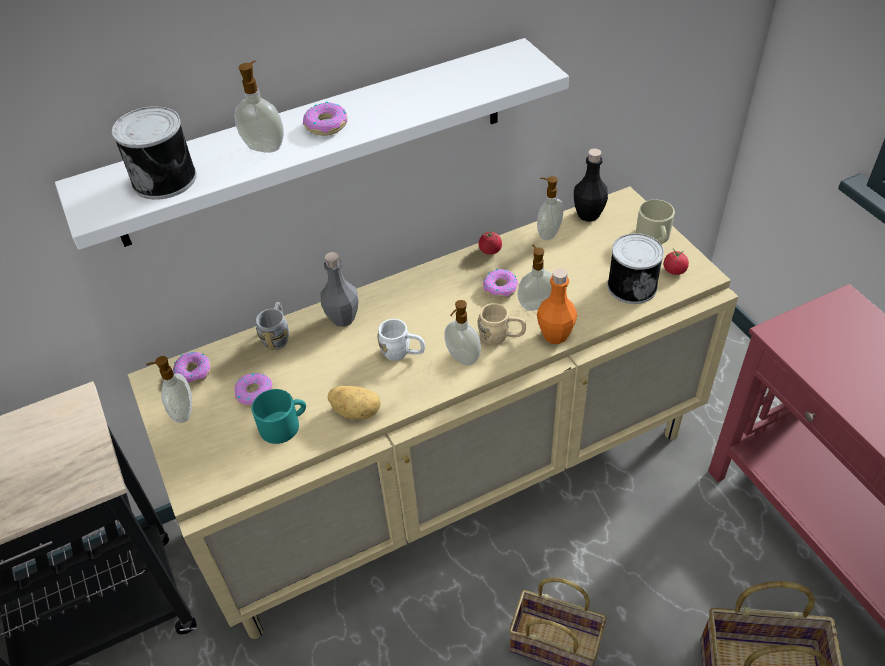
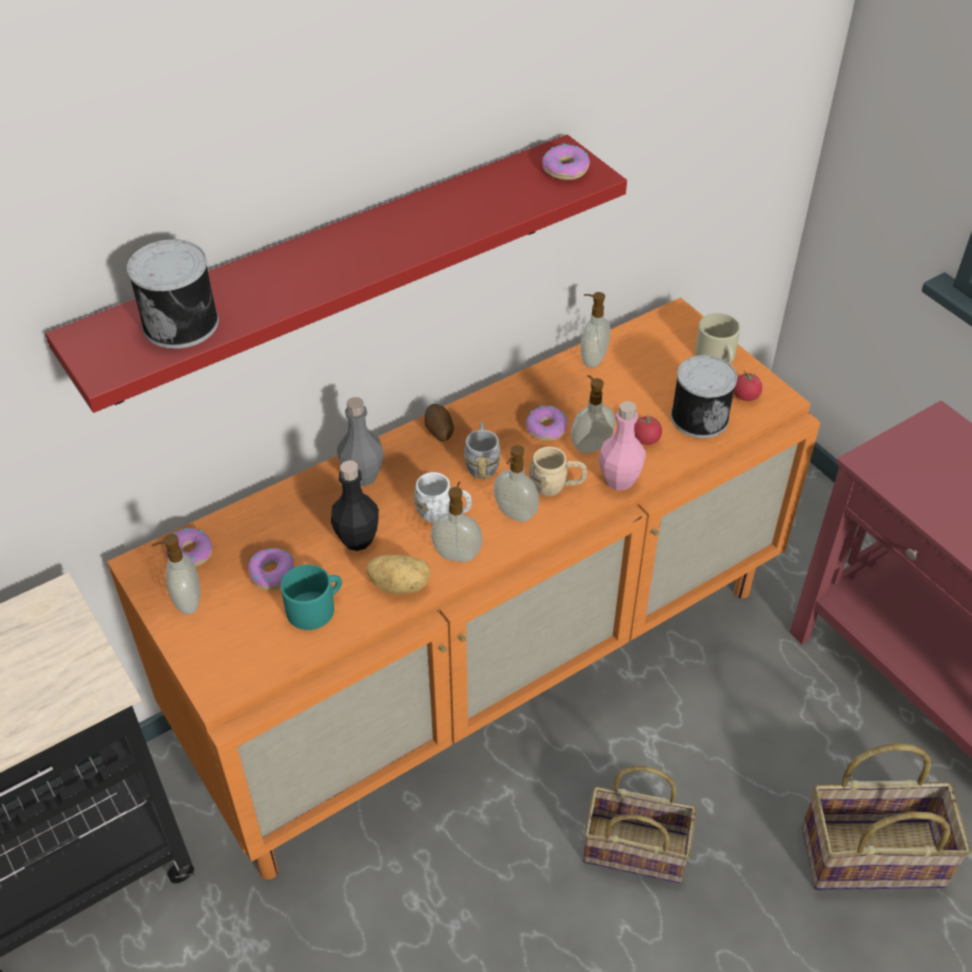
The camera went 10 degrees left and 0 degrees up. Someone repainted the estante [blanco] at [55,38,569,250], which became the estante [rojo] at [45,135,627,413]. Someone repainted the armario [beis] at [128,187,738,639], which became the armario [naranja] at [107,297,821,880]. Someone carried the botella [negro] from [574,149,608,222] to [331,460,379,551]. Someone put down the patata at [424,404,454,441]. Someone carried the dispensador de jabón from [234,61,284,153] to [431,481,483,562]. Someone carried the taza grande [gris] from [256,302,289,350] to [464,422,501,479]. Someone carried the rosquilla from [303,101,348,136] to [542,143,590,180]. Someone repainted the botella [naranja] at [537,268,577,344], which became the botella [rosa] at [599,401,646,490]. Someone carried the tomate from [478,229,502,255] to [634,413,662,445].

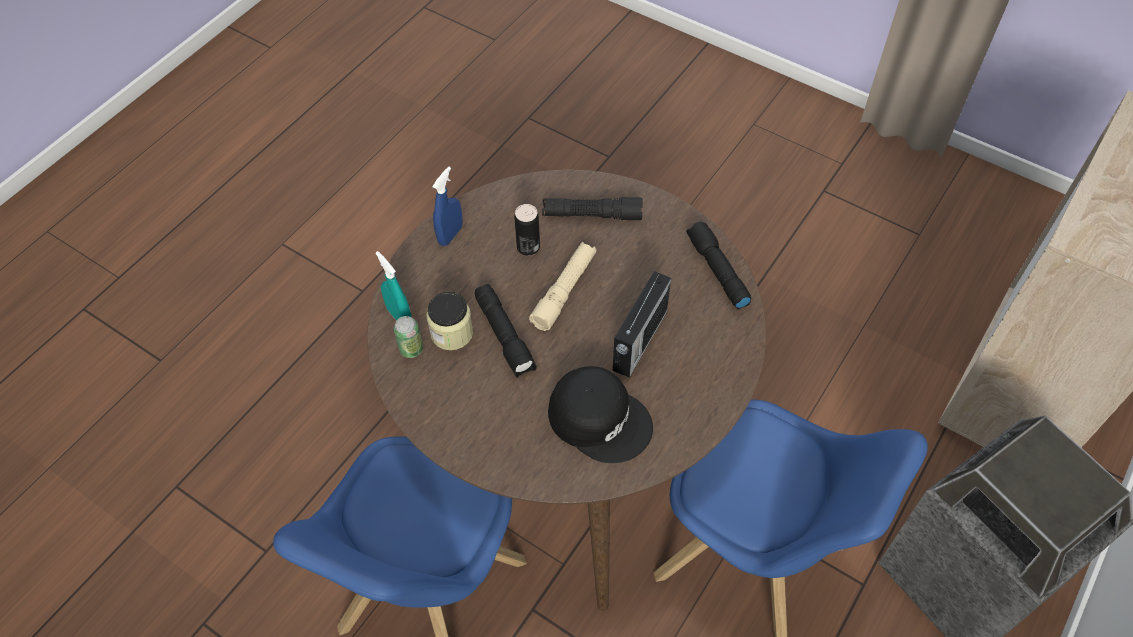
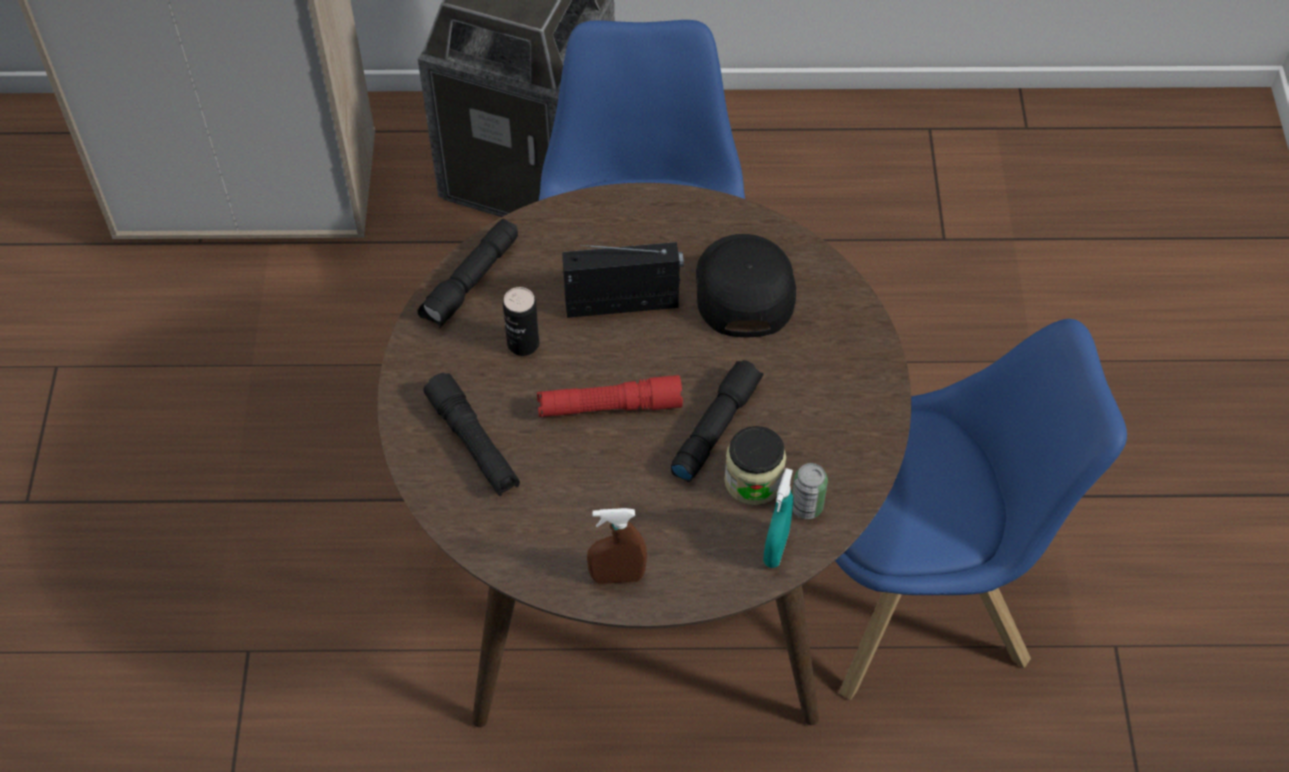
The camera went 125 degrees left and 0 degrees up. Someone carried the lata from [514,204,540,256] to [503,287,539,356]. Someone repainted the linterna [beis] at [529,242,596,331], which became the linterna [rojo] at [537,375,683,417]. Someone repainted the pulverizador [azul] at [432,166,463,246], which became the pulverizador [marrón] at [587,508,647,584].

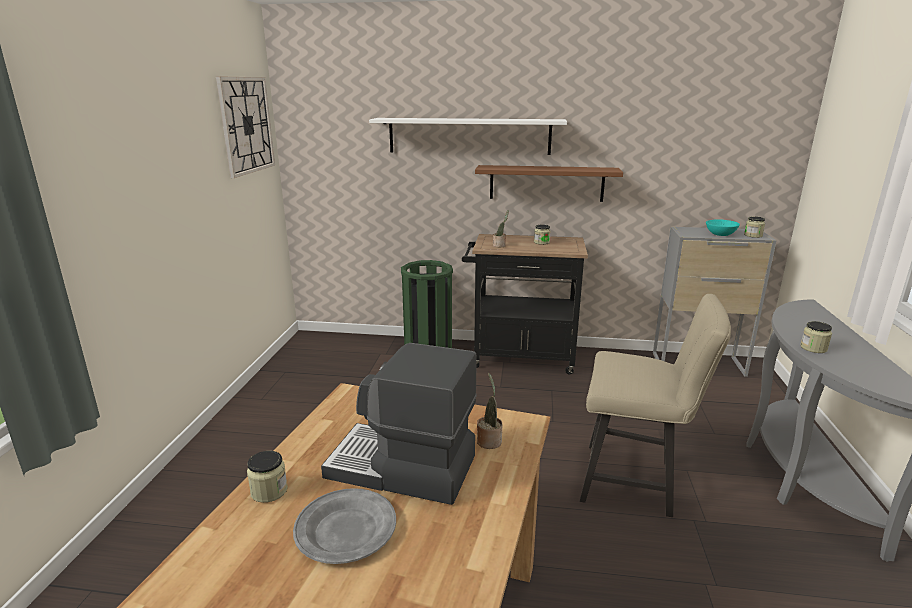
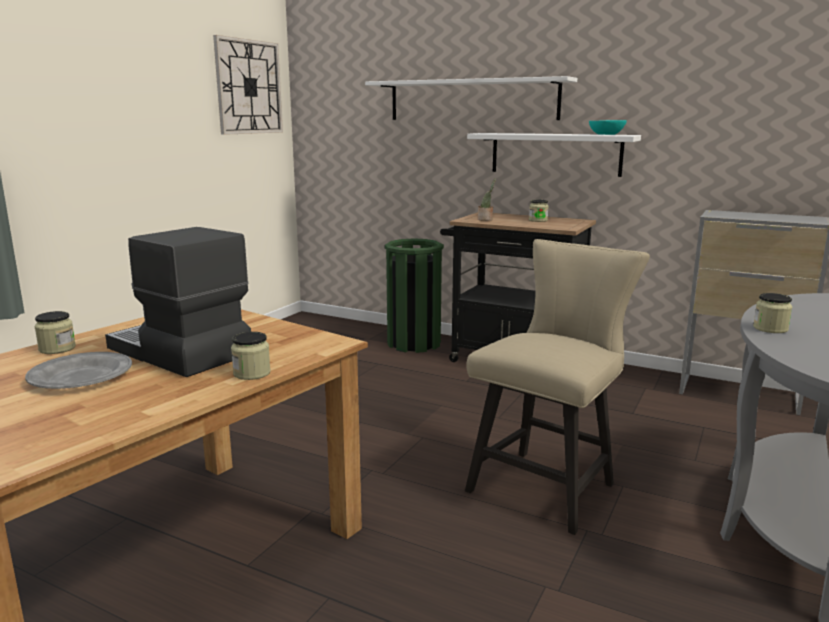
The camera went 20 degrees right and 5 degrees down. Someone carried the tarro from [744,216,765,238] to [231,332,271,380]. Someone rotated the silla [beis] at [580,294,731,517] by 90 degrees counterclockwise. Someone repainted the estante [marrón] at [475,165,623,202], which became the estante [blanco] at [467,133,641,177]. Someone carried the cuenco [turquesa] from [706,219,740,236] to [589,120,627,135]. Someone took away the planta en maceta at [477,373,502,449].

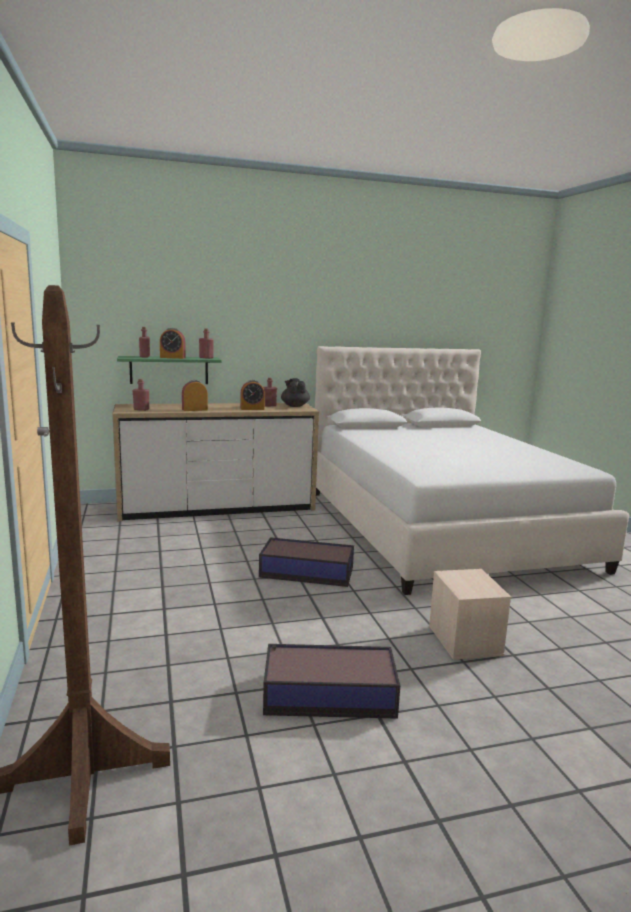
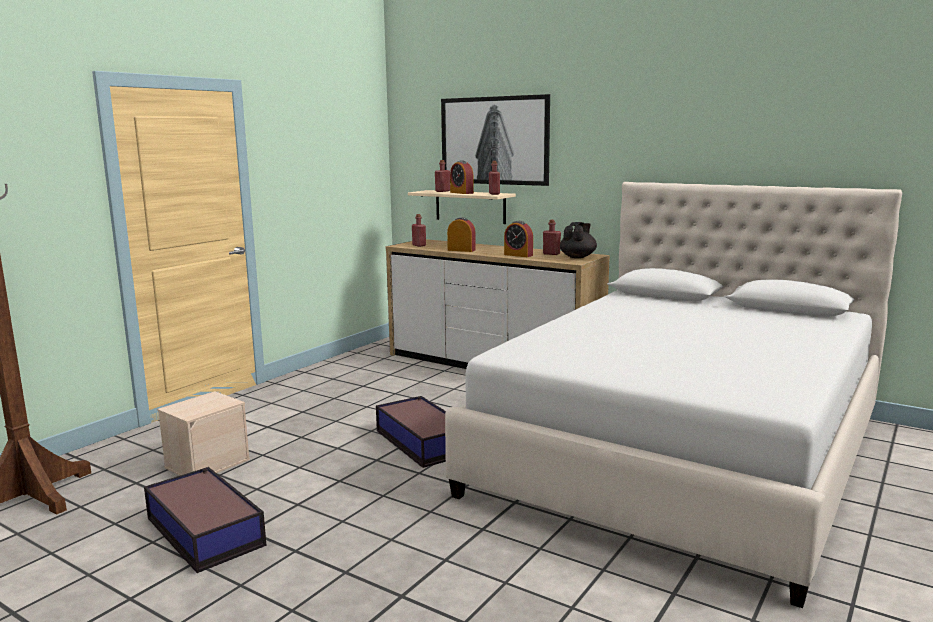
The camera went 50 degrees right and 0 degrees up. Someone carried the caja de almacenaje [beis] from [429,569,511,660] to [157,391,250,476]. Someone repainted the estante [verde] at [117,356,222,384], which became the estante [beis] at [408,190,516,224]. Someone put up the cuadro at [441,94,550,186].

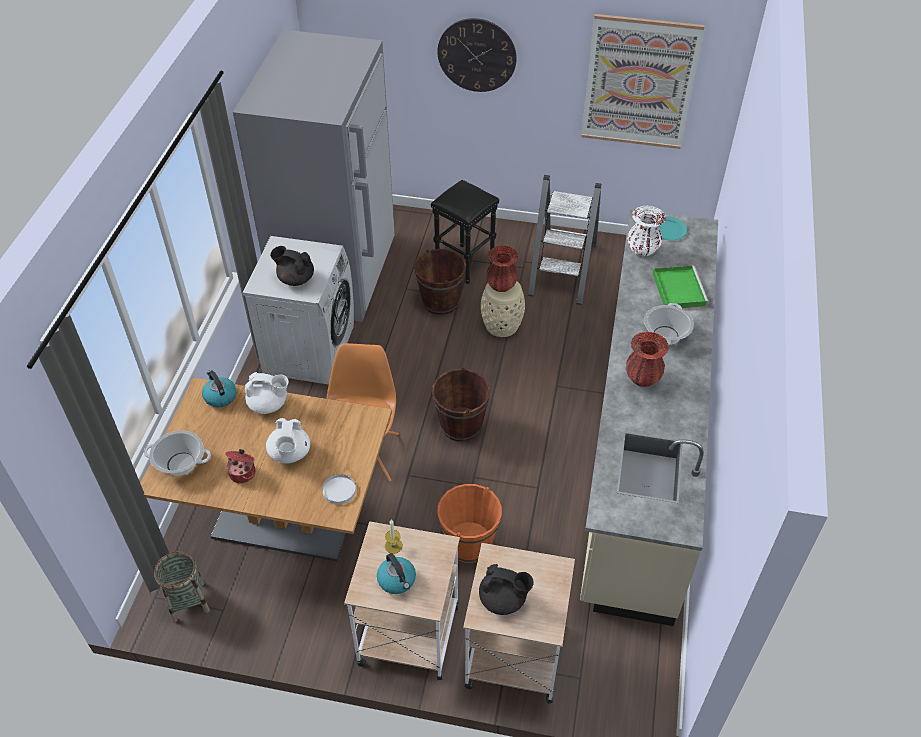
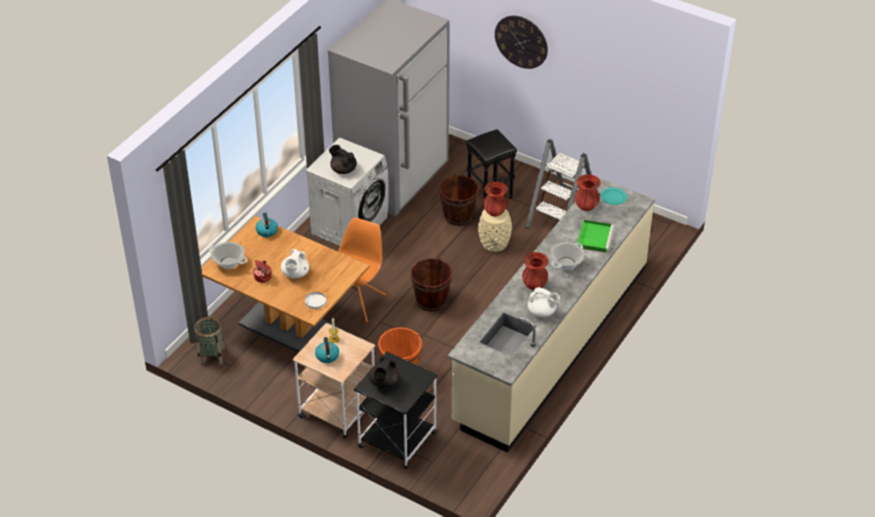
The camera went 20 degrees right and 5 degrees down. Someone repainted the carrito [beis] at [463,543,575,704], which became the carrito [negro] at [354,352,438,469]. Someone rotated the tetera [negro] at [479,564,534,615] by 75 degrees clockwise. Someone carried the tetera [blanco] from [245,372,289,414] to [528,287,560,317]. Someone repainted the florero [blanco] at [628,206,666,256], which became the florero [rojo] at [575,174,601,211]. Someone took away the cuadro at [581,14,705,149].

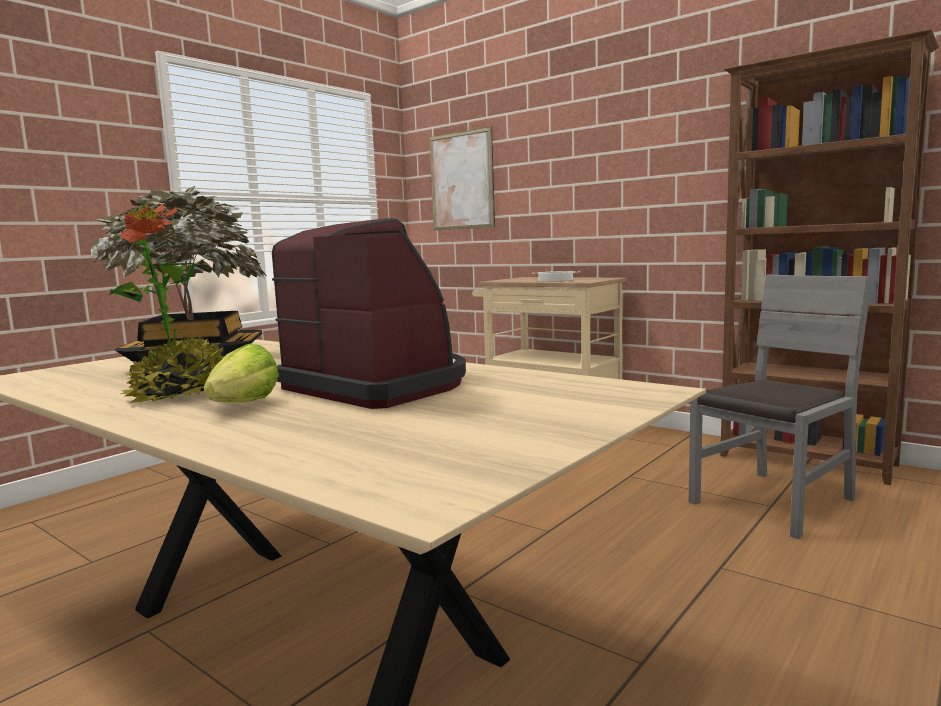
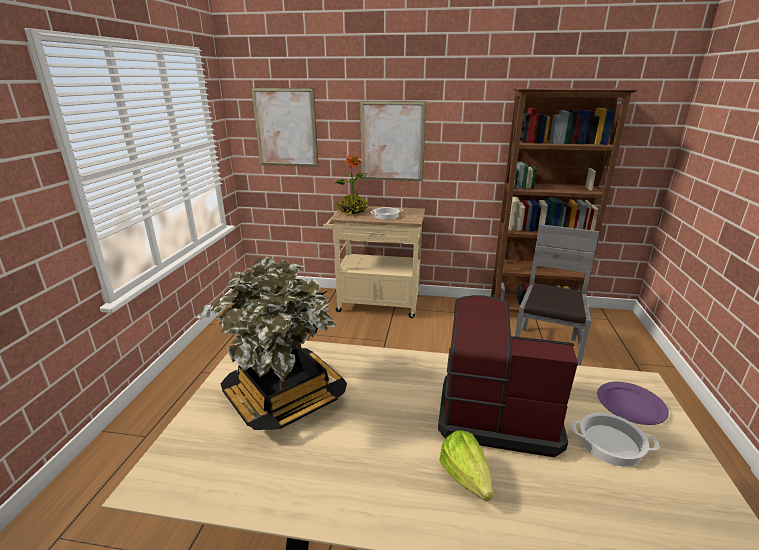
The camera went 30 degrees left and 15 degrees up. Someone carried the planta en maceta from [109,204,224,403] to [335,154,369,216]. Someone put up the cuadro at [360,101,426,181]. Someone put down the olla at [571,413,659,467]. Someone put down the plato [morado] at [597,382,669,425].

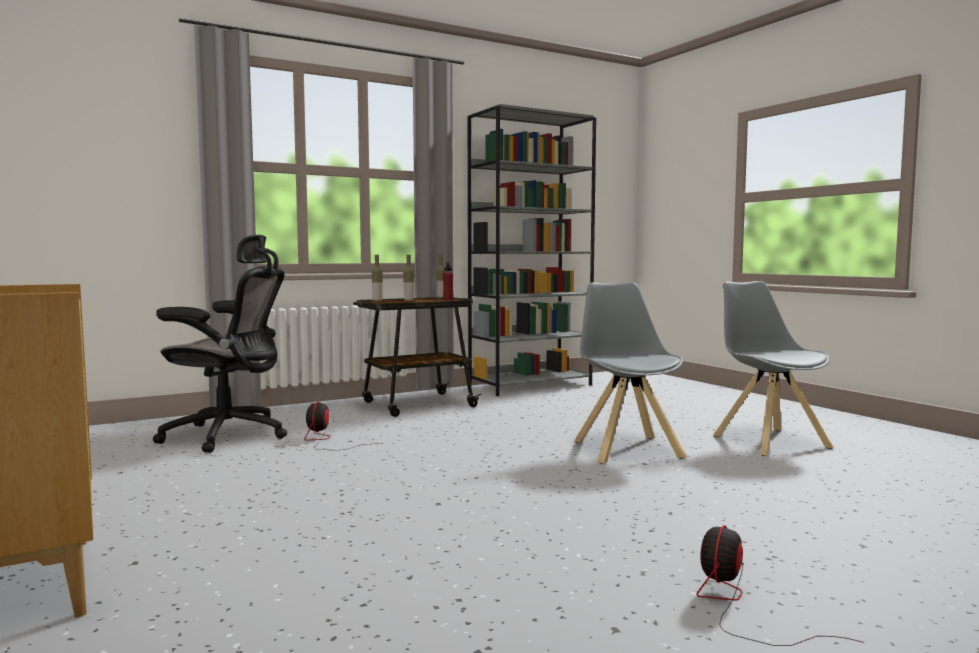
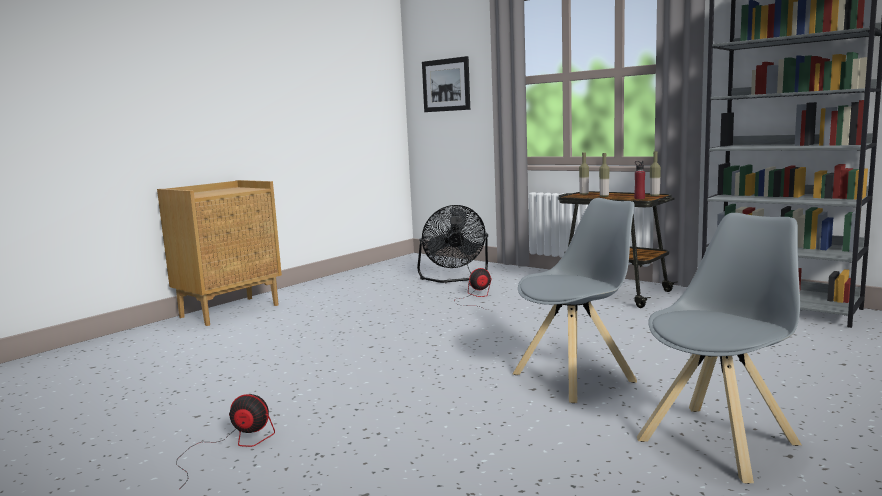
The camera went 70 degrees right and 5 degrees up. Someone swapped the silla de oficina at [153,235,287,453] for the ventilador [negro] at [417,205,488,286]. Someone put up the cuadro at [422,56,470,112].

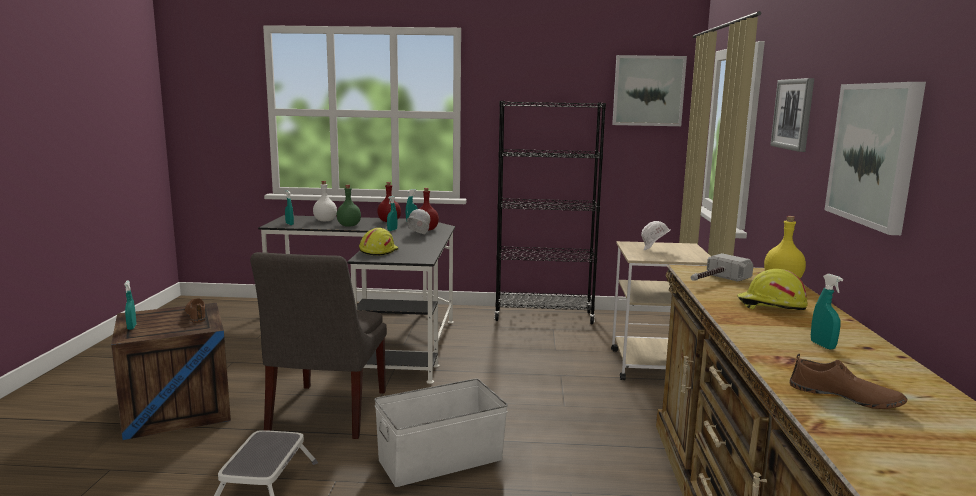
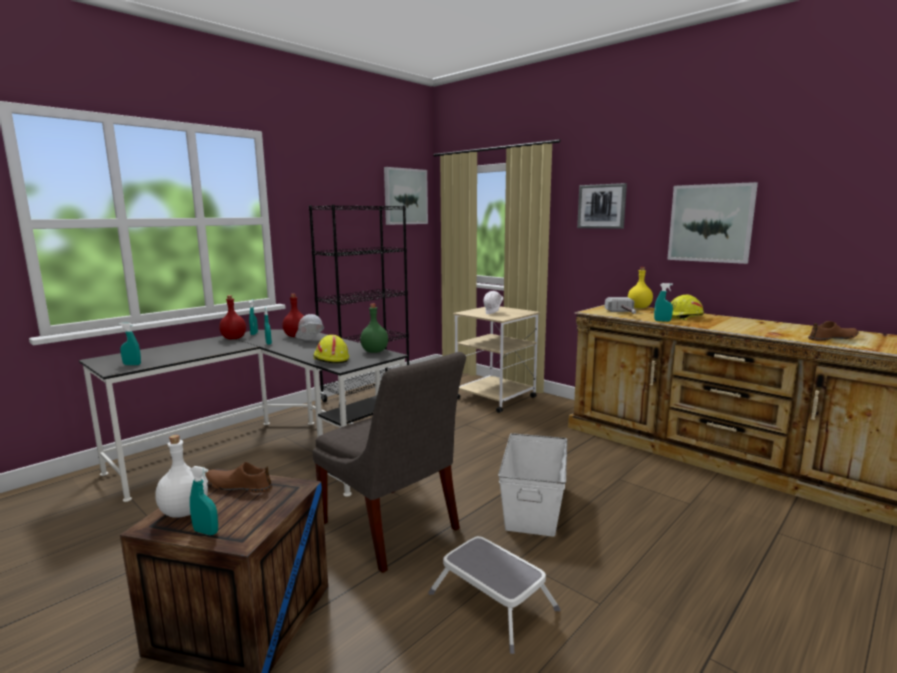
The camera went 50 degrees left and 0 degrees up. Someone carried the botella [blanco] from [313,181,337,221] to [155,435,208,518]. Someone carried the botella [verde] from [337,185,361,227] to [360,304,388,353]. Someone carried the pulverizador [turquesa] from [811,274,843,350] to [654,283,673,322].

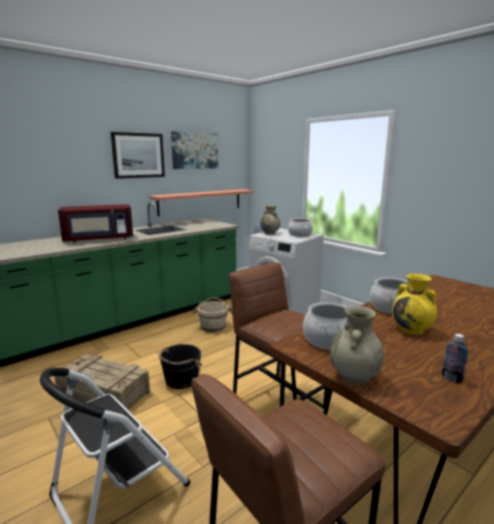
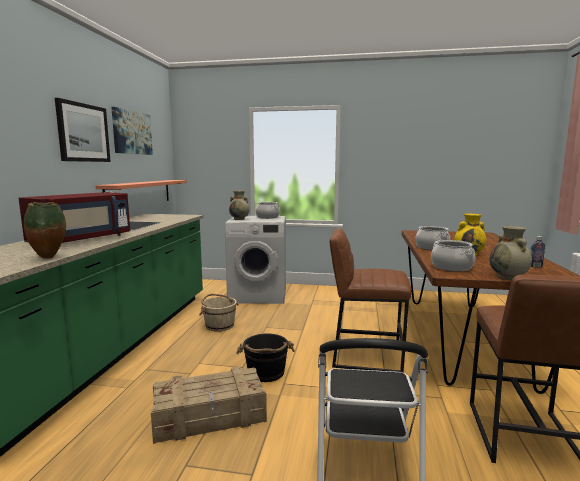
The camera went 40 degrees left and 5 degrees down. Someone put down the florero at [24,202,66,259].

